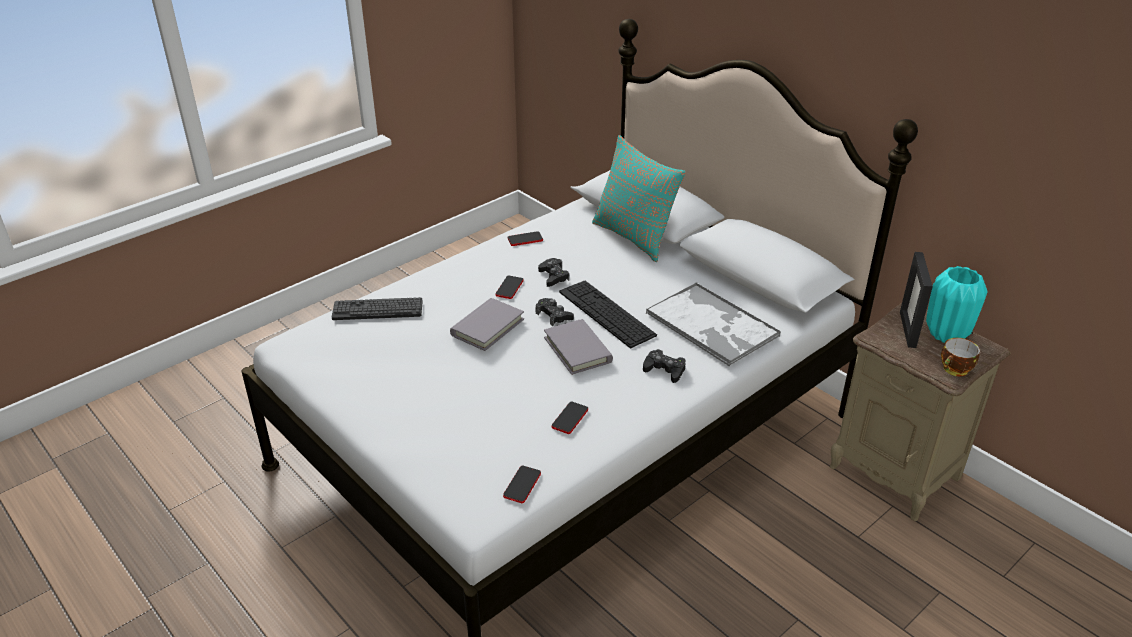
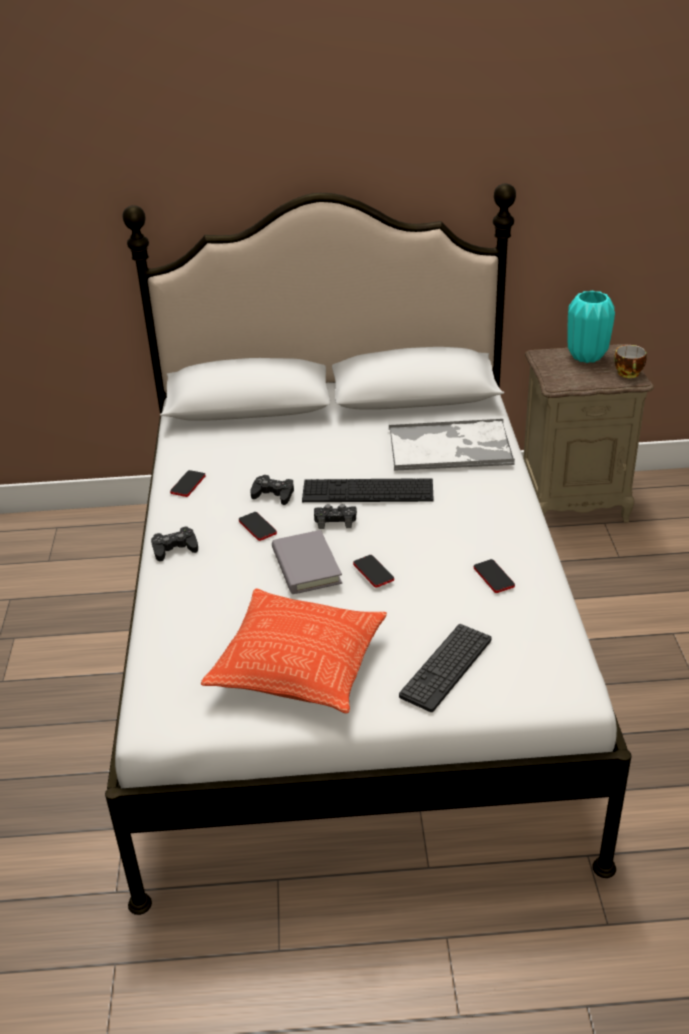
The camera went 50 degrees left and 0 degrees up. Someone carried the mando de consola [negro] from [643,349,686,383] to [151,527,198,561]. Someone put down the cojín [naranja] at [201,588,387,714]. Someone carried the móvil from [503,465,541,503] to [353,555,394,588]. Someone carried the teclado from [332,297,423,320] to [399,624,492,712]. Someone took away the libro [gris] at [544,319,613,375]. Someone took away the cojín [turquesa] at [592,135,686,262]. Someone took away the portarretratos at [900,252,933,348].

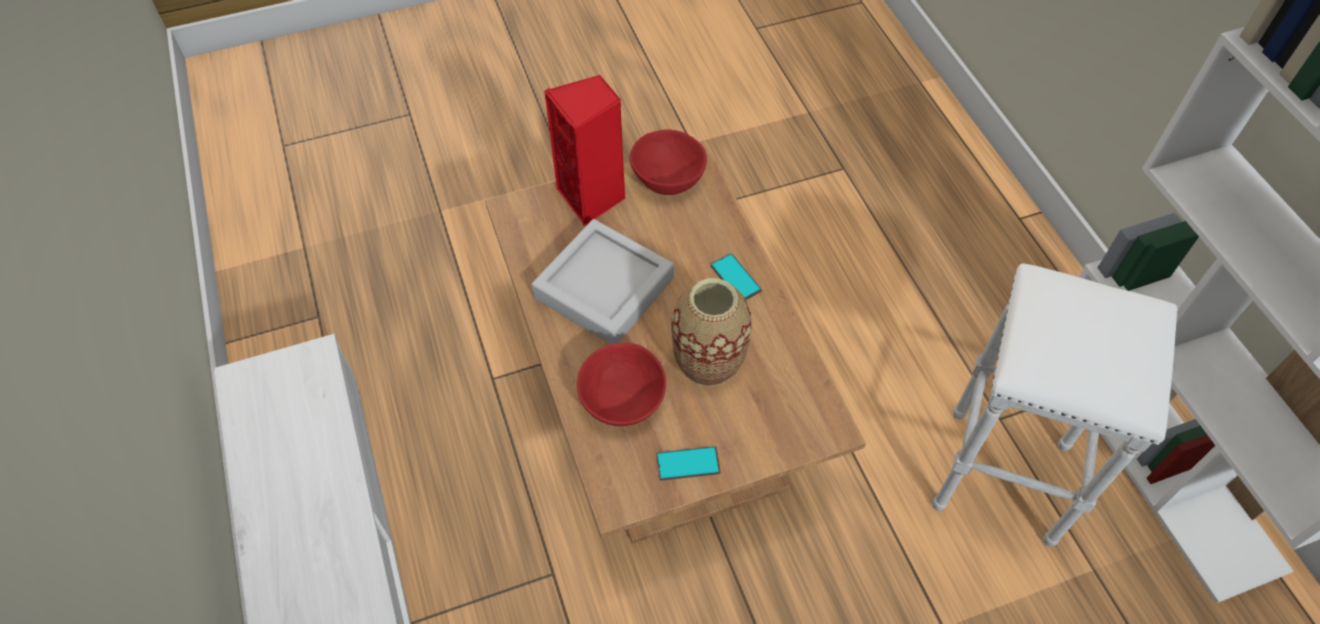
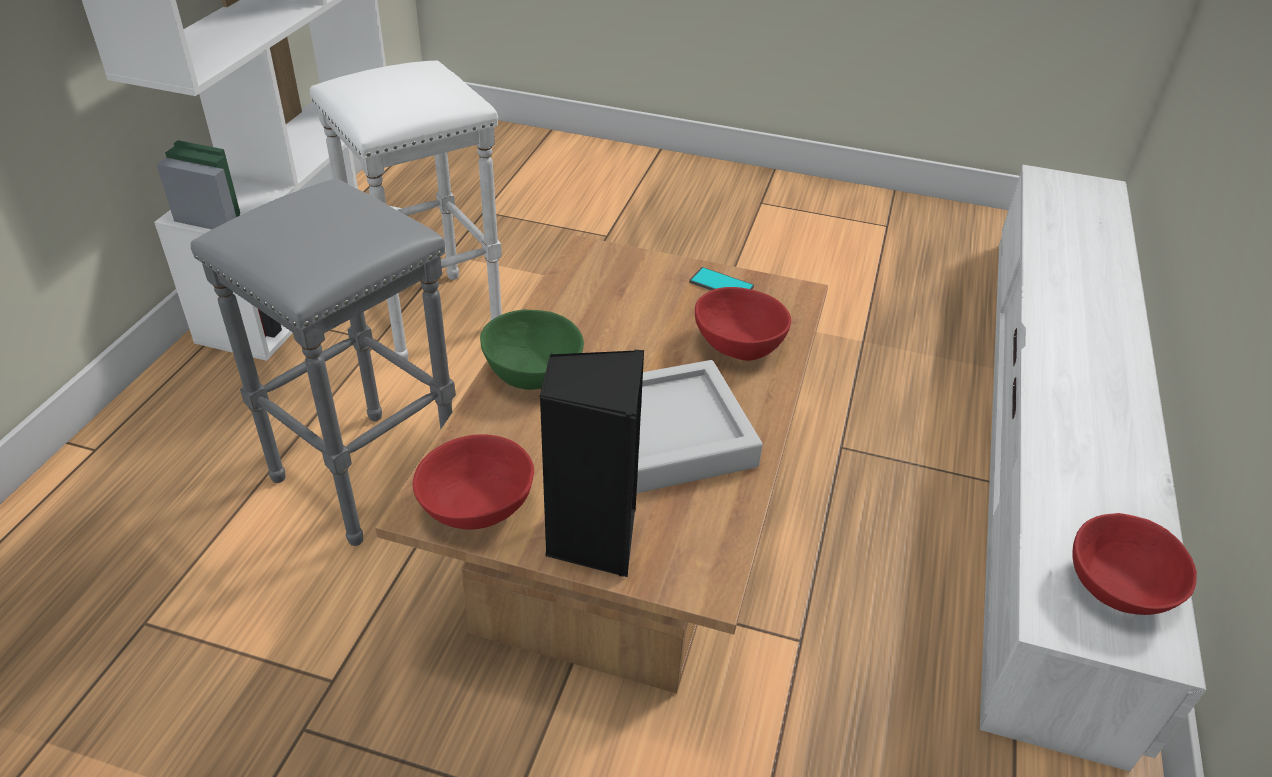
The camera went 145 degrees left and 15 degrees down. Someone put down the taburete [gris] at [191,178,456,546]. Someone swapped the móvil at [711,254,762,300] for the cuenco [verde] at [480,309,584,390]. Someone repainted the altavoz [rojo] at [544,75,626,226], which became the altavoz [negro] at [539,350,644,577]. Someone put down the cuenco [rojo] at [1072,513,1197,615]. Someone took away the florero at [671,278,752,387].

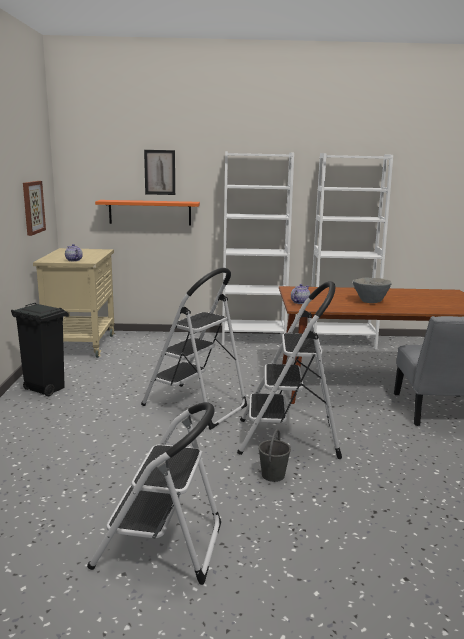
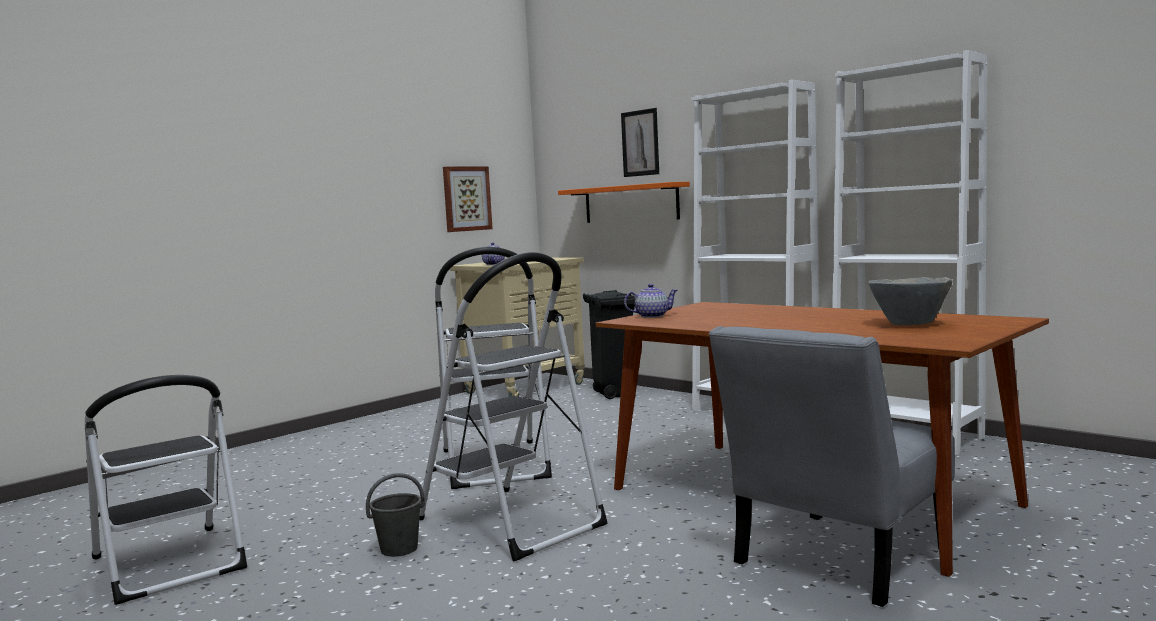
The camera went 45 degrees right and 10 degrees down. Someone carried the papelera [negro] from [11,303,69,396] to [583,290,635,399]. Someone carried the cuenco [gris] from [353,277,392,303] to [868,277,952,325].

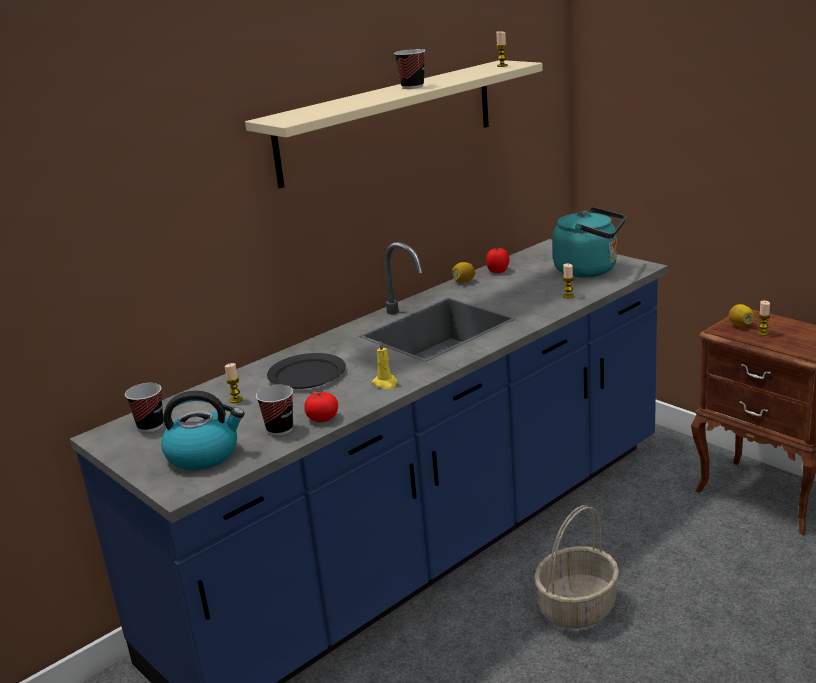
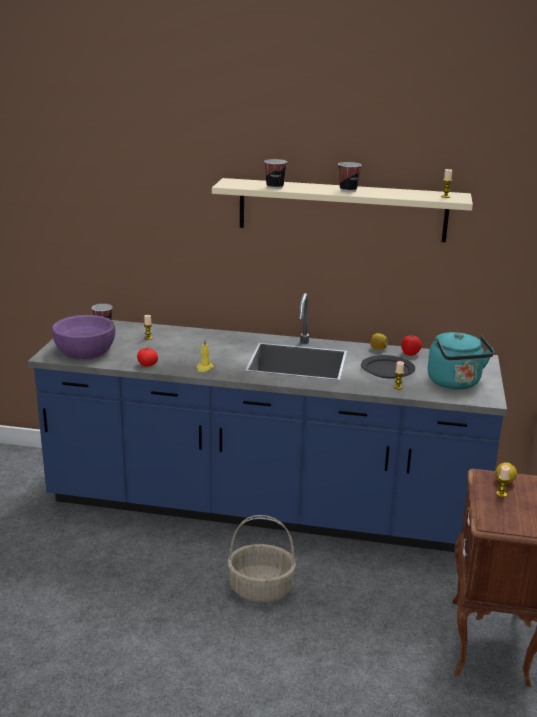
The camera went 50 degrees right and 0 degrees up. Someone swapped the hervidor at [161,390,245,471] for the cuenco [morado] at [52,315,115,359]. Someone carried the taza from [256,385,293,436] to [264,159,287,189]. Someone carried the plato [negro] from [267,353,346,389] to [361,355,415,379].

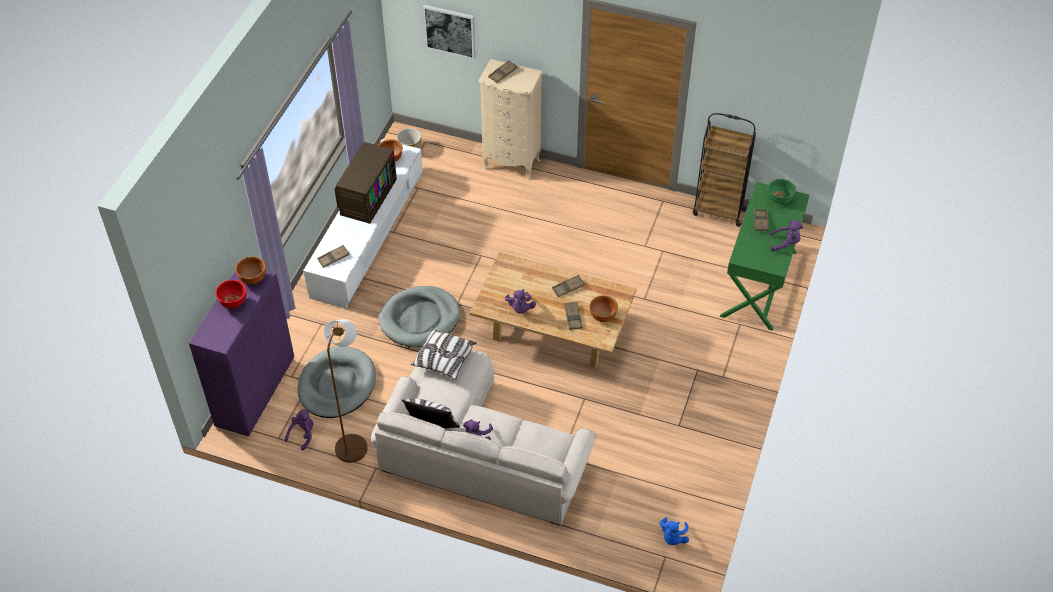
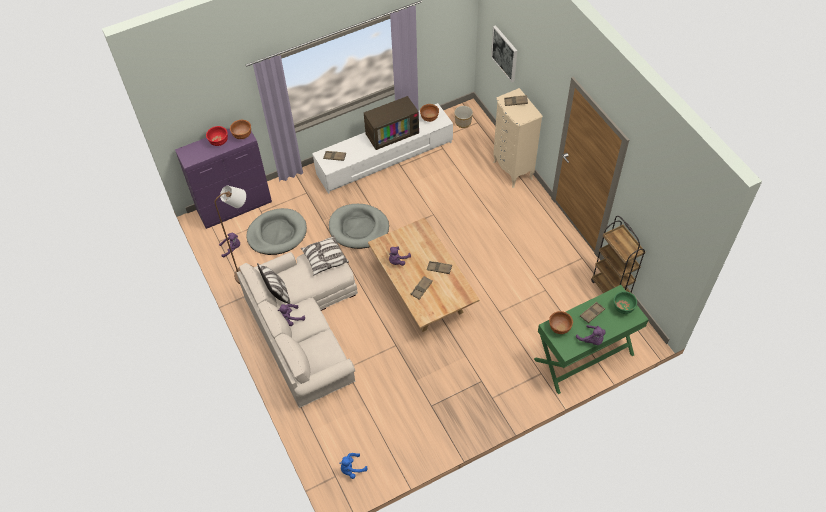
The camera went 45 degrees right and 5 degrees up. Someone carried the cuenco [marrón] from [589,296,618,322] to [549,311,573,334].

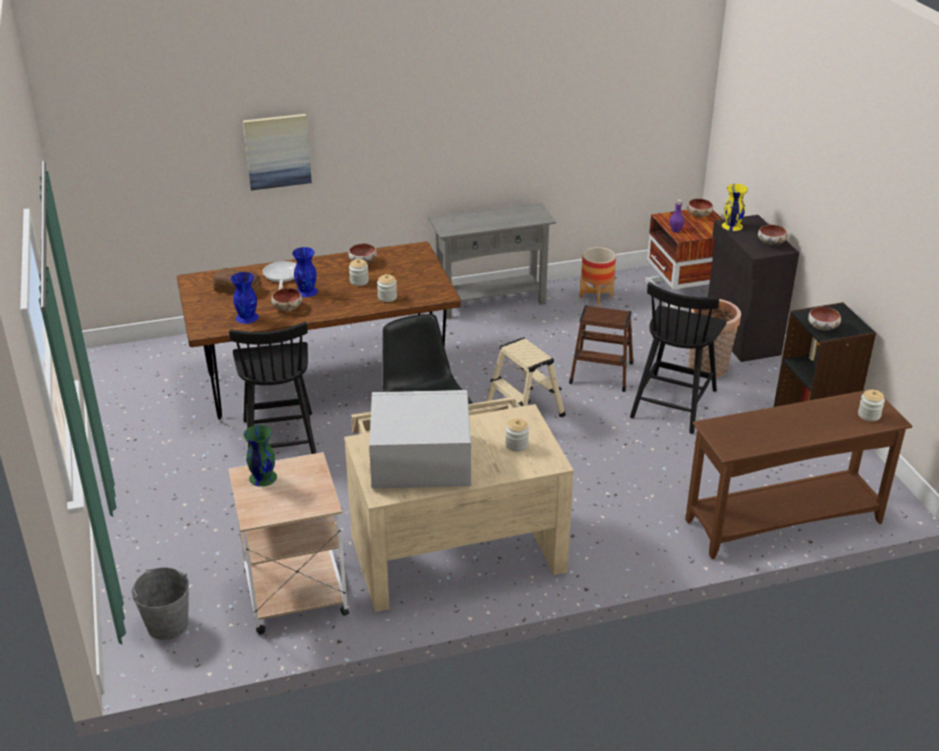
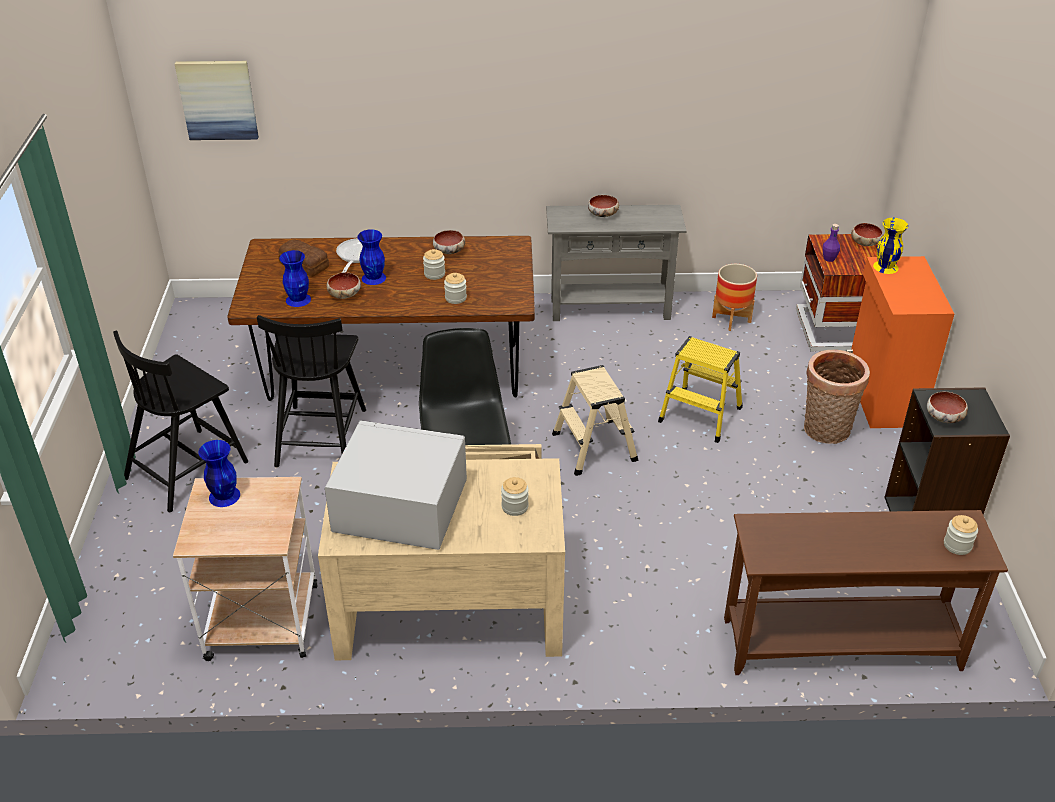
The camera went 15 degrees right and 5 degrees up. Someone carried the silla [negro] from [630,282,727,434] to [113,330,248,512]. Someone carried the cuadro from [243,114,312,190] to [175,61,259,140]. Someone repainted the florero [verde] at [243,425,277,487], which became the florero [azul] at [198,440,240,507]. Someone carried the cuenco from [758,225,788,245] to [588,195,619,217]. Someone repainted the escalera de tijera [marrón] at [569,305,634,392], which became the escalera de tijera [amarillo] at [658,336,743,443]. Someone repainted the armario [negro] at [708,215,799,362], which became the armario [naranja] at [847,256,954,428]. Someone took away the cubo [gris] at [131,567,189,640].

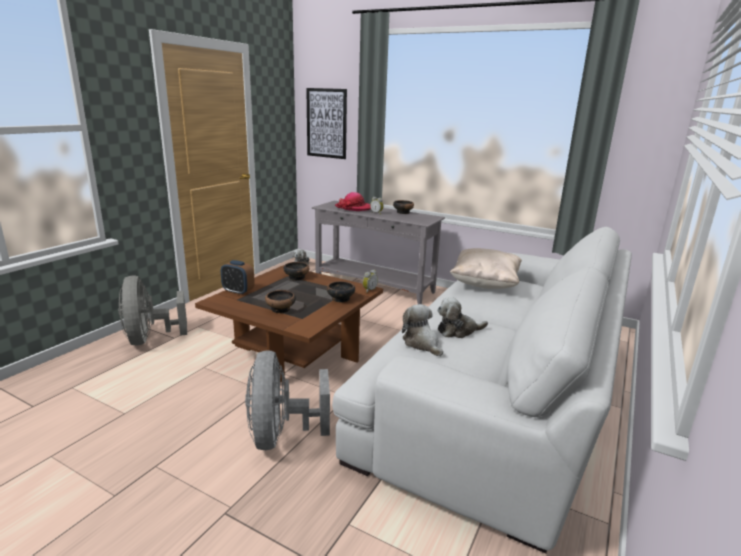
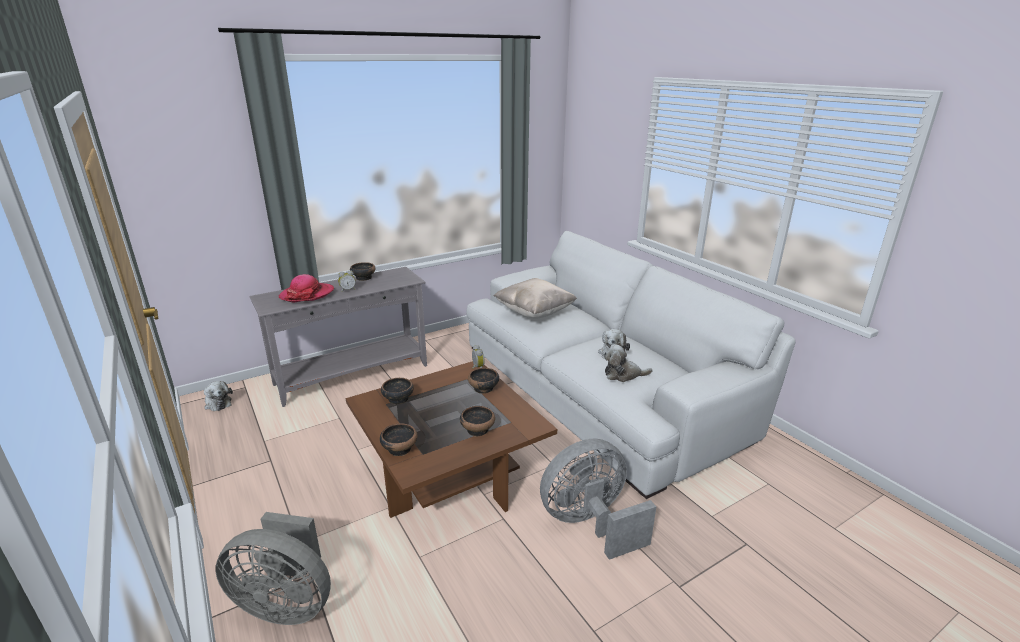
The camera went 60 degrees left and 5 degrees up. Someone swapped the despertador at [221,260,255,295] for the cuenco at [380,424,417,456]. Someone rotated the ventilador [gris] at [245,350,330,450] by 135 degrees clockwise. Someone took away the cuadro at [306,88,347,159].

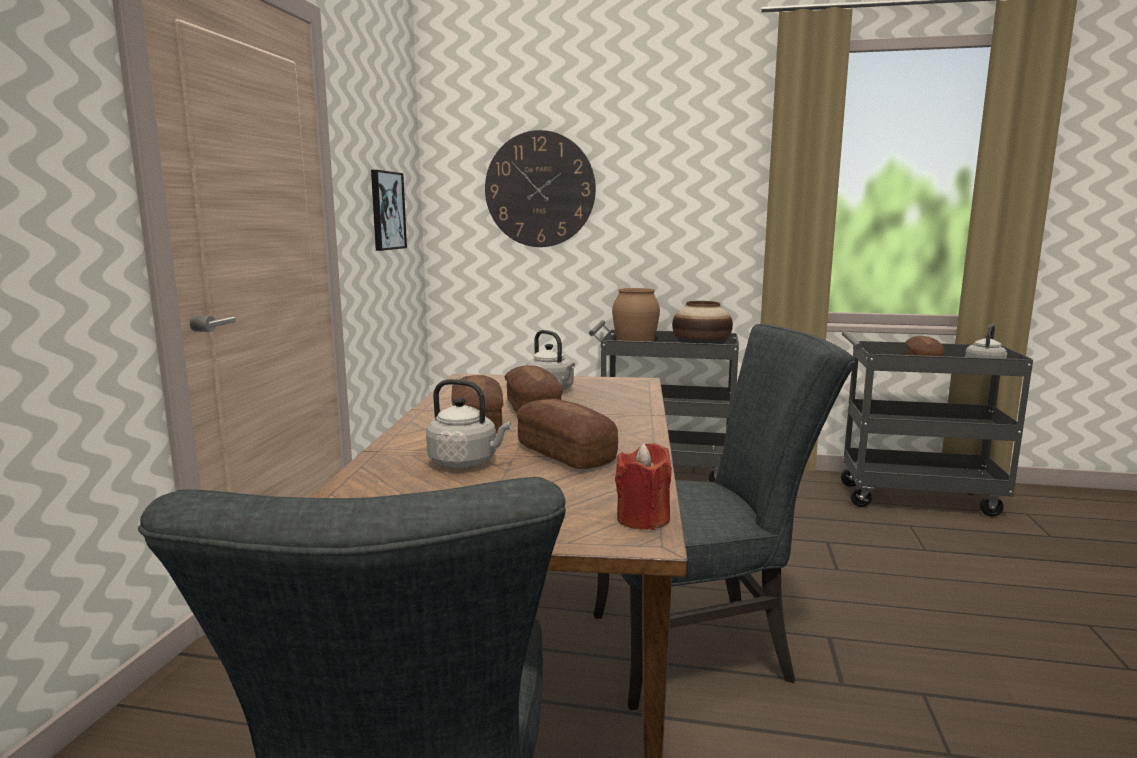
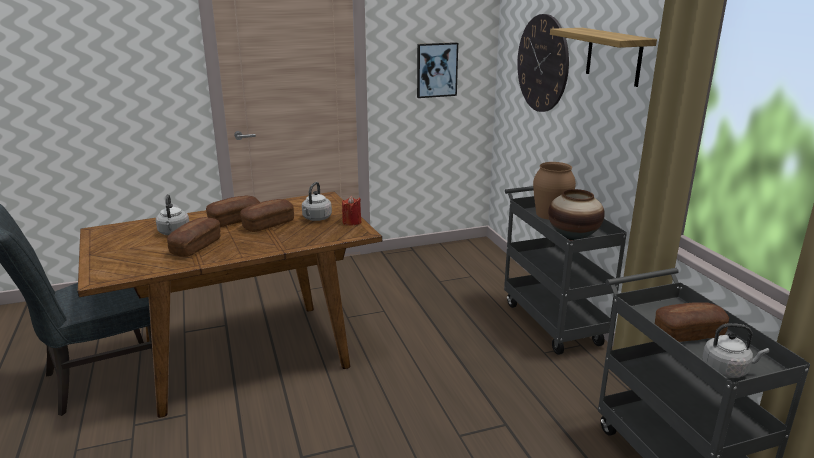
The camera went 60 degrees right and 10 degrees up. Someone carried the vela [rojo] from [615,443,672,530] to [342,196,361,225]. Someone put up the estante at [550,28,657,87]. Someone took away the silla [gris] at [594,323,856,710].

